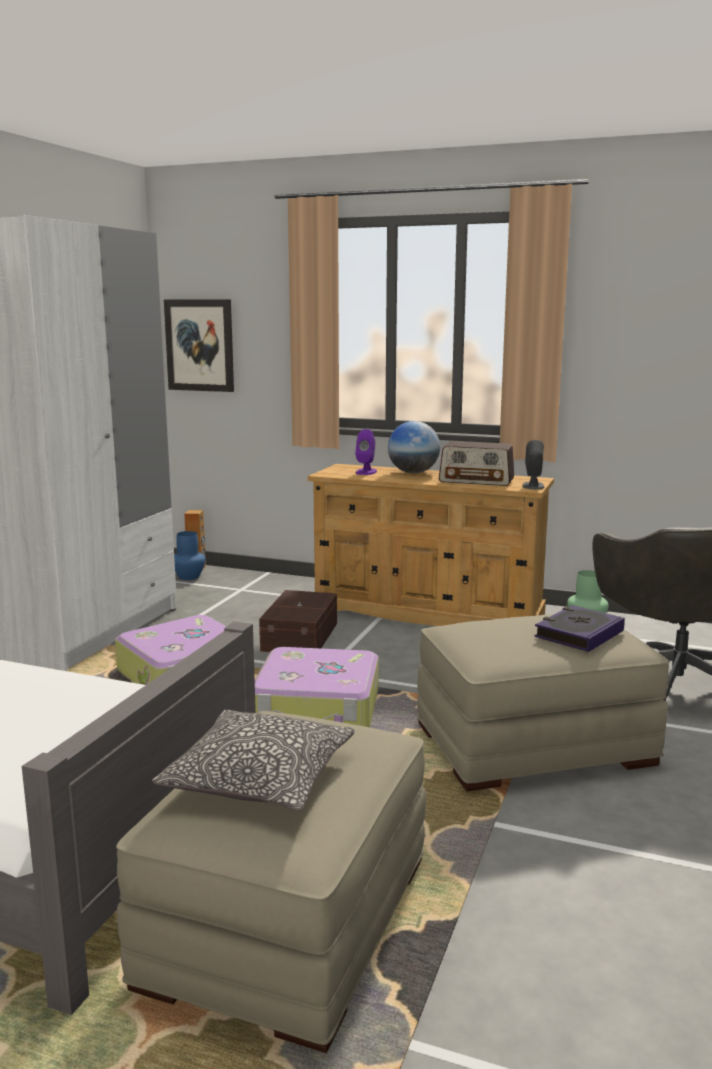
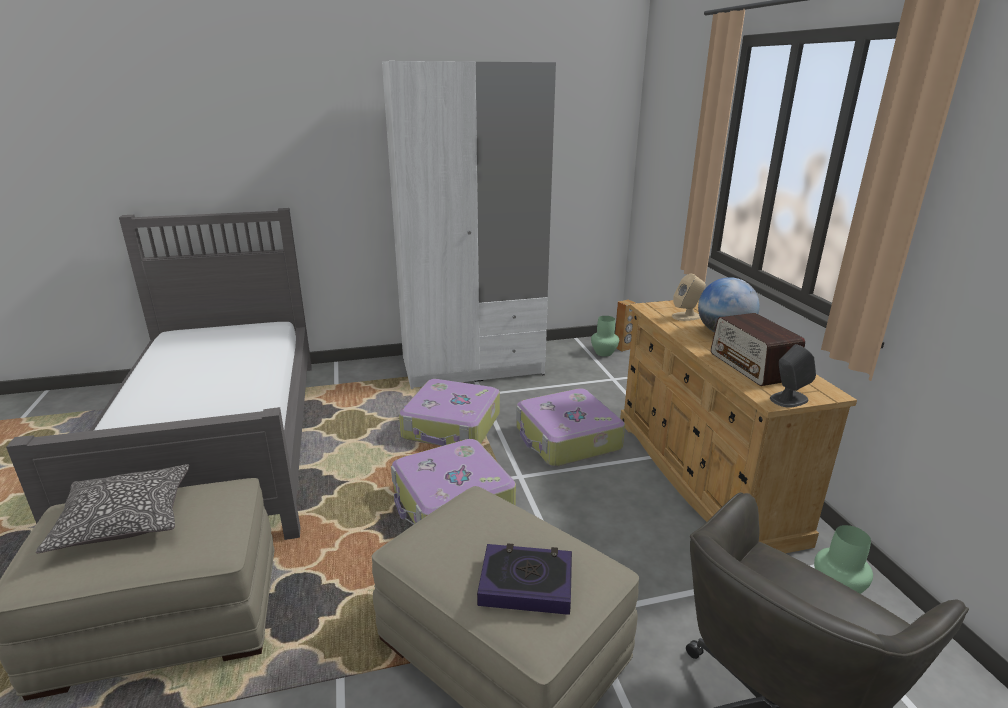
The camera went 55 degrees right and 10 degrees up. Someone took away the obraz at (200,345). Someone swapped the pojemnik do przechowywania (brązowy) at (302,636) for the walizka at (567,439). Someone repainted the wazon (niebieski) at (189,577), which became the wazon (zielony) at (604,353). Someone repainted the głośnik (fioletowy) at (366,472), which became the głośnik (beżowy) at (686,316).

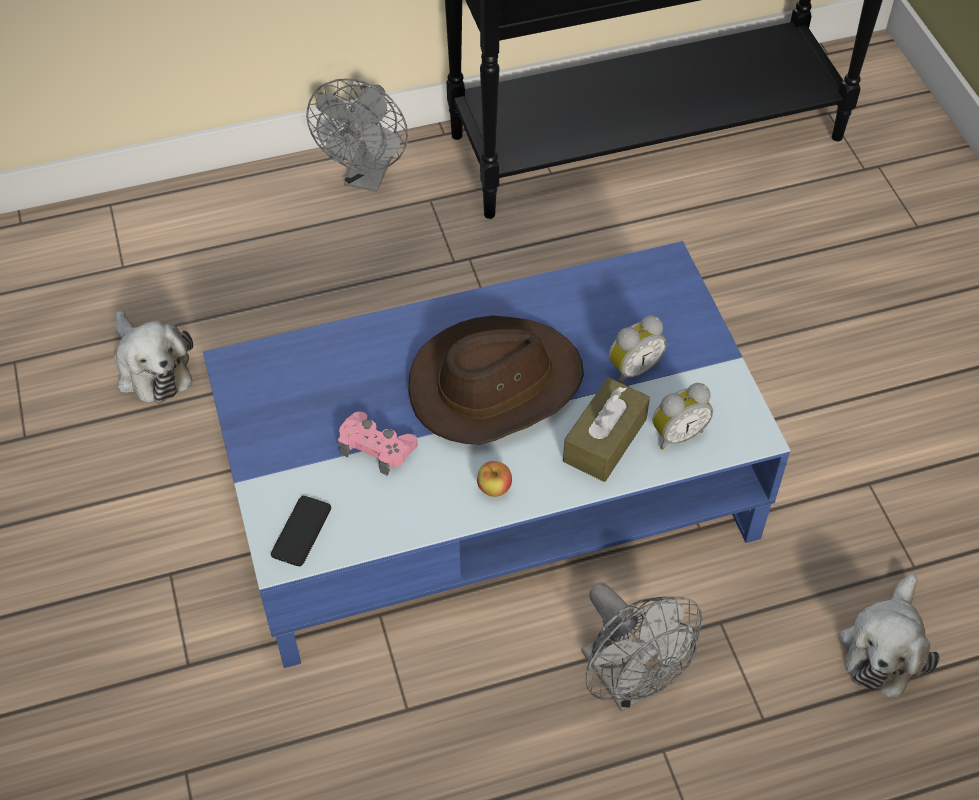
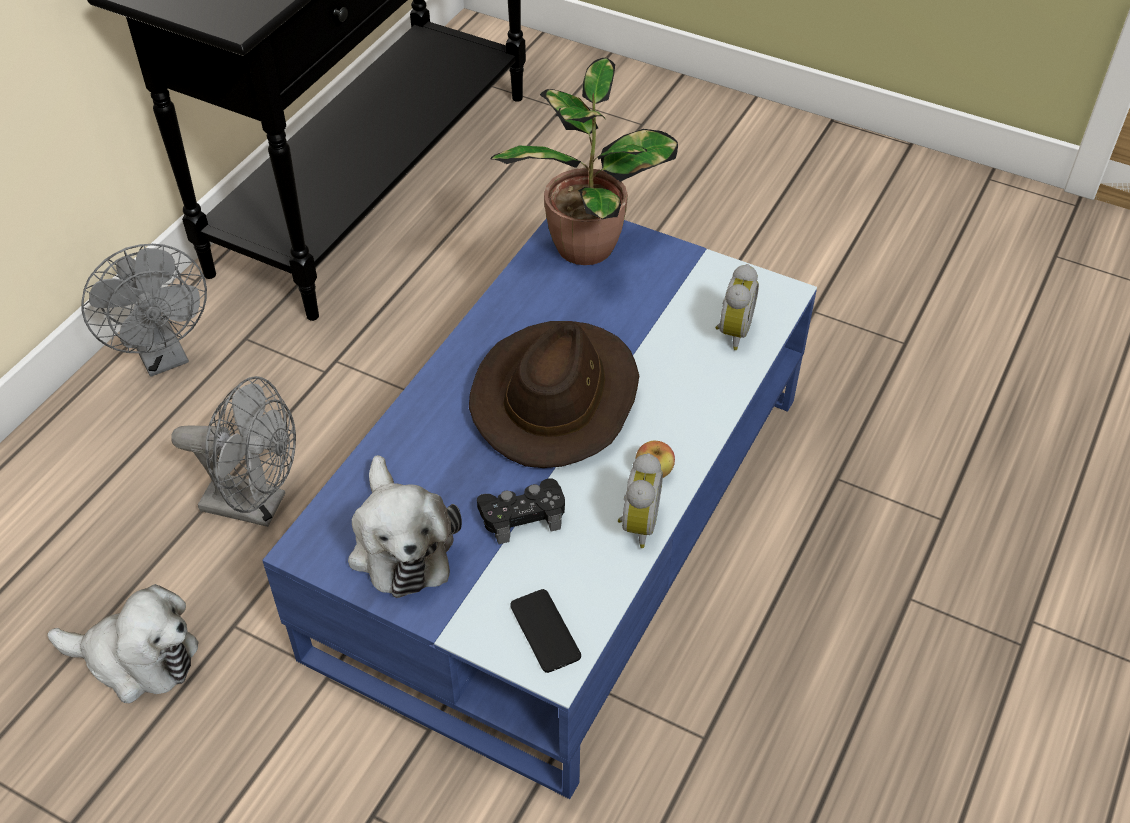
The camera went 45 degrees left and 5 degrees down. Someone took away the pudełko chusteczek (brązowy) at (605,440). Someone put down the roślina doniczkowa at (585,243). Someone carried the wentylator (szary) from (628,682) to (256,505). Someone carried the budzik from (632,368) to (636,524). Someone carried the pluszak from (884,647) to (400,543). Someone repainted the pad do gier (różowy) at (376,447), which became the pad do gier (czarny) at (522,515).

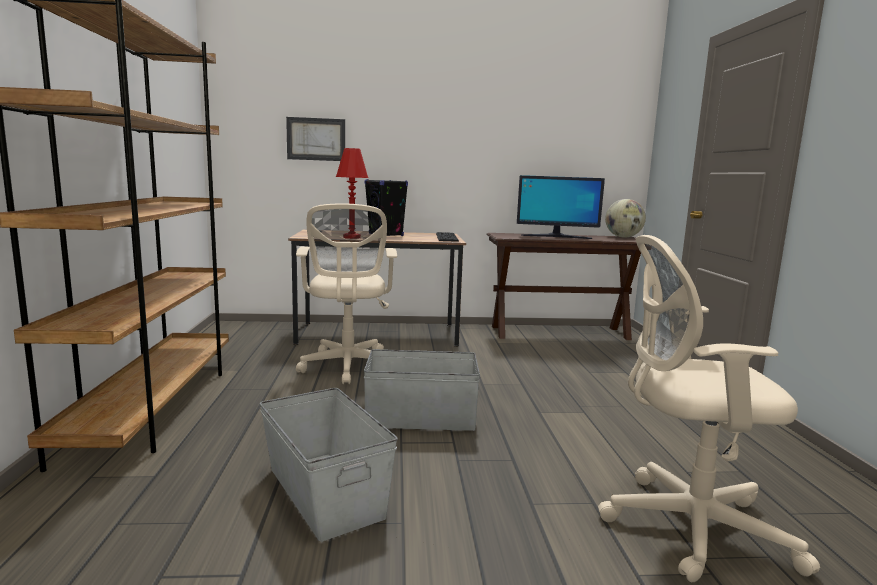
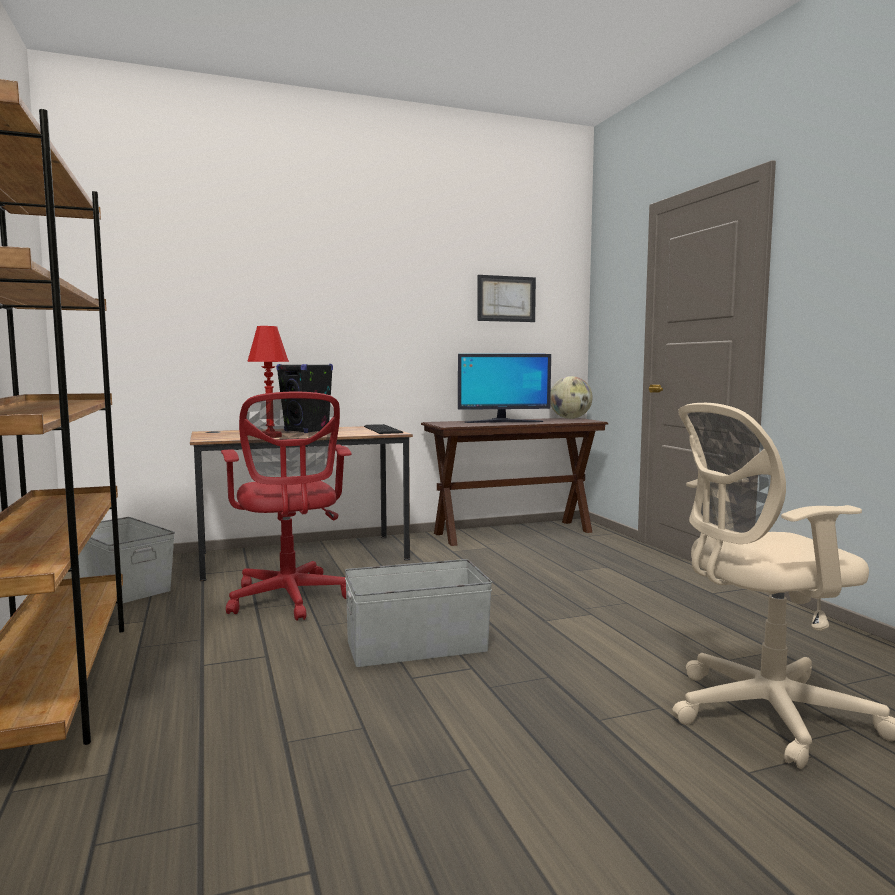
The camera went 15 degrees left and 5 degrees down. Someone carried the pojemnik do przechowywania (szary) from (325,491) to (123,585). Someone carried the obraz from (316,139) to (506,299). Someone repainted the krzesło biurowe (beżowy) at (348,367), which became the krzesło biurowe (czerwony) at (290,600).

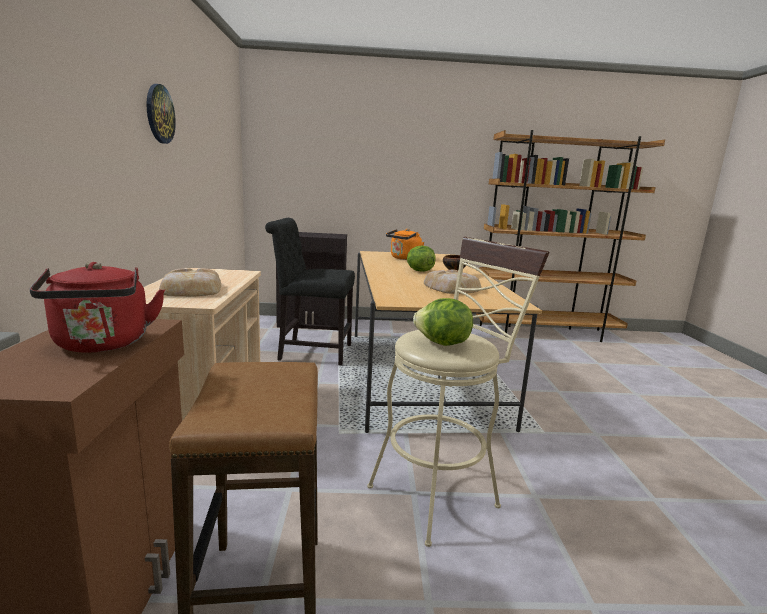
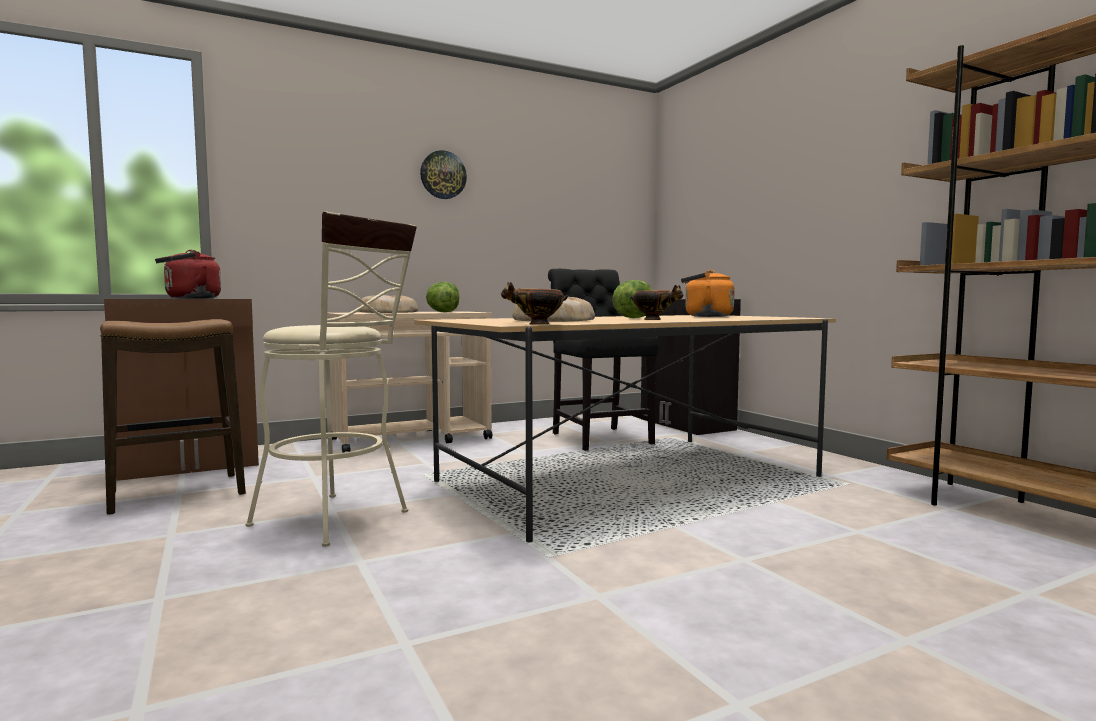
The camera went 65 degrees right and 10 degrees down. Someone put down the miska at (537,324). Someone carried the sałata from (442,344) to (443,312).

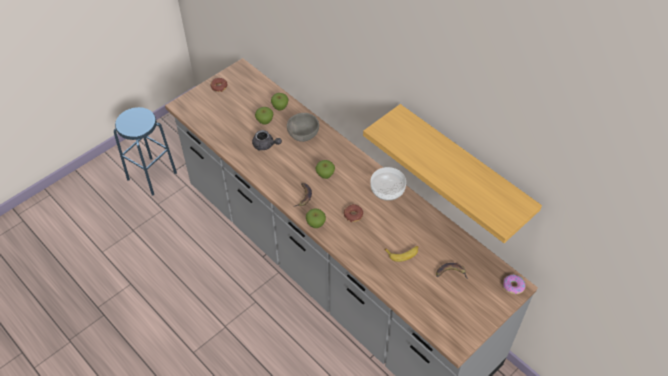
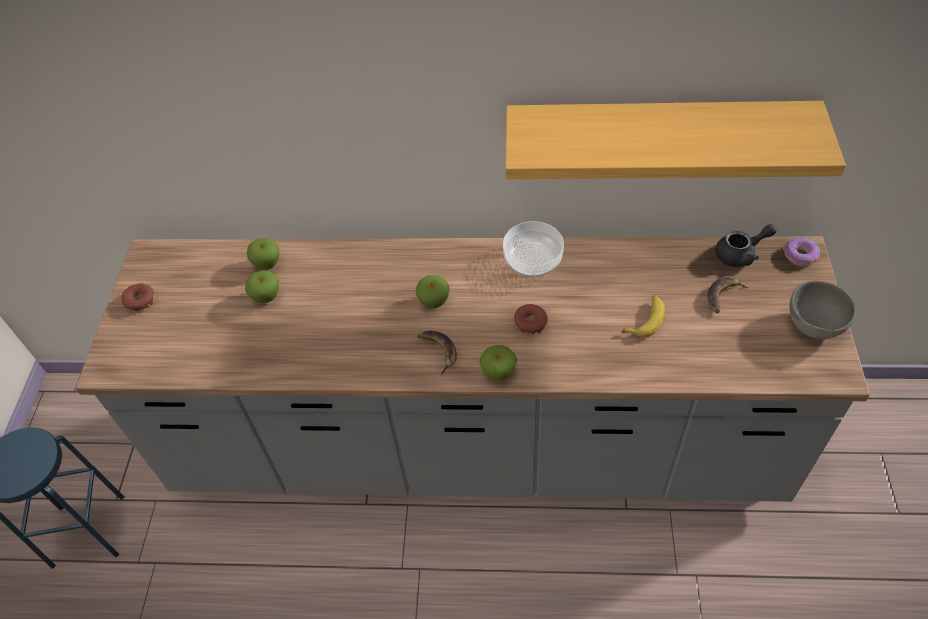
The camera went 40 degrees left and 0 degrees up. Someone carried the imbryk (szary) from (265,145) to (740,254). Someone carried the miska (szary) from (302,135) to (813,325).

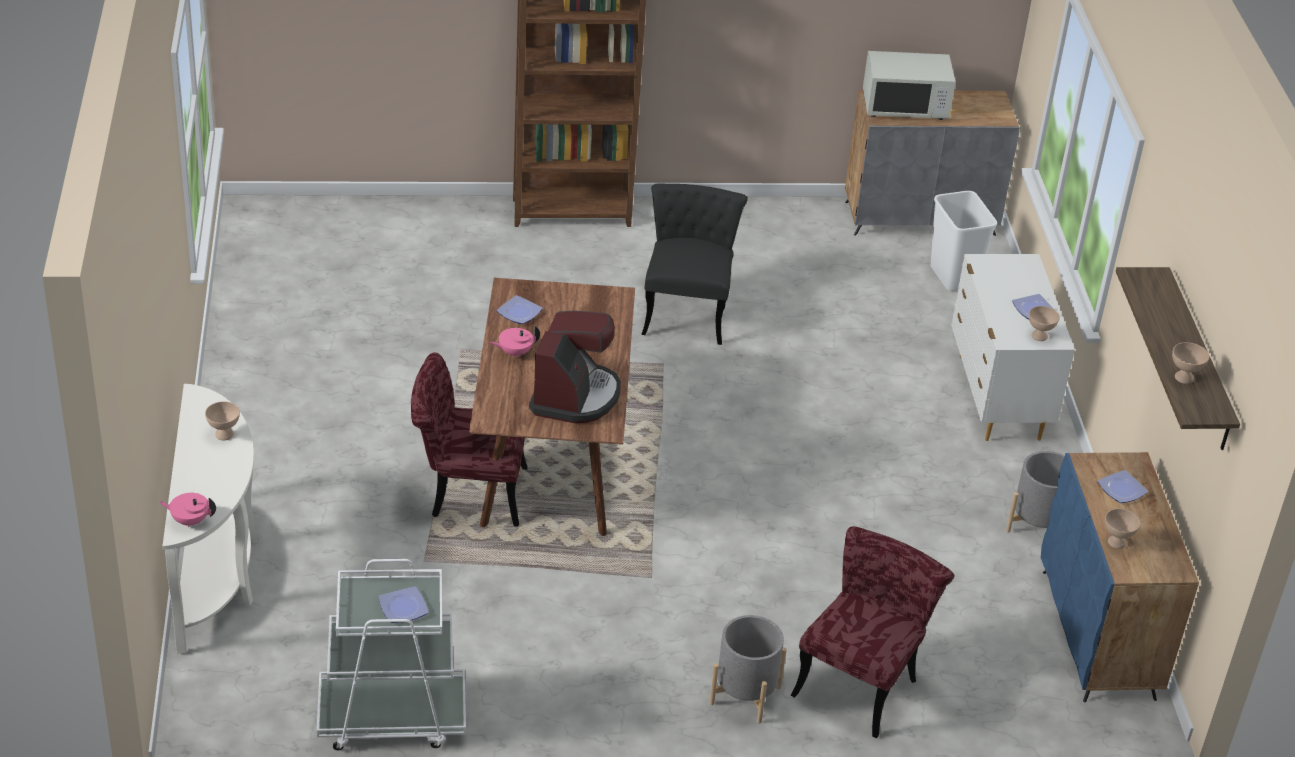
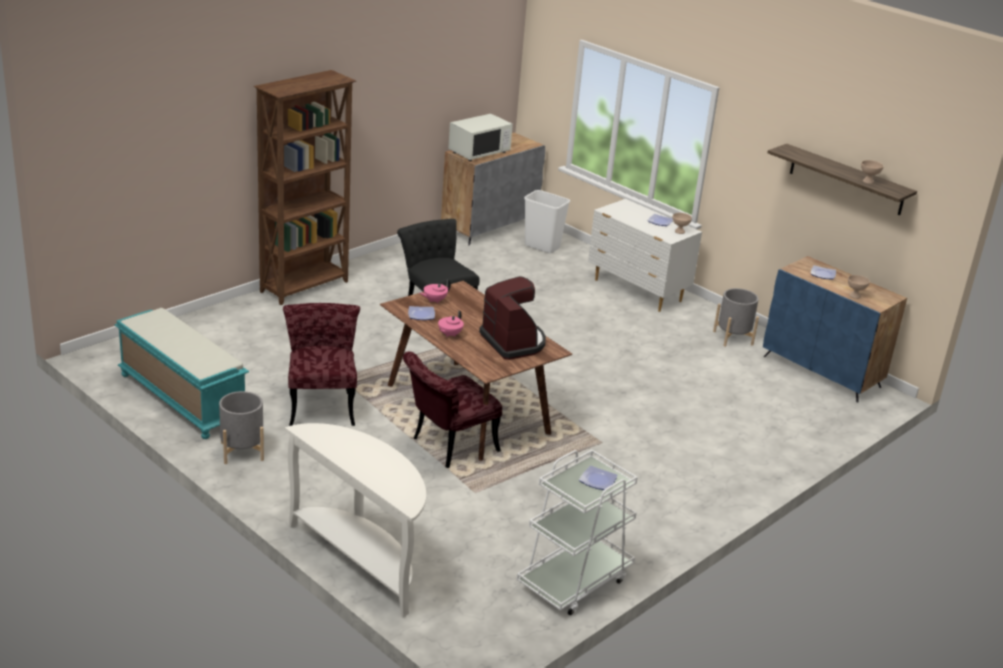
The camera went 40 degrees left and 10 degrees down. Someone took away the miska (beżowy) at (224,434). Someone put down the ławka (turkusowy) at (181,398). Someone carried the imbryk (różowy) from (190,520) to (434,300). Someone carried the donica (szary) from (745,695) to (242,451). Someone carried the krzesło (czerwony) from (862,680) to (321,404).

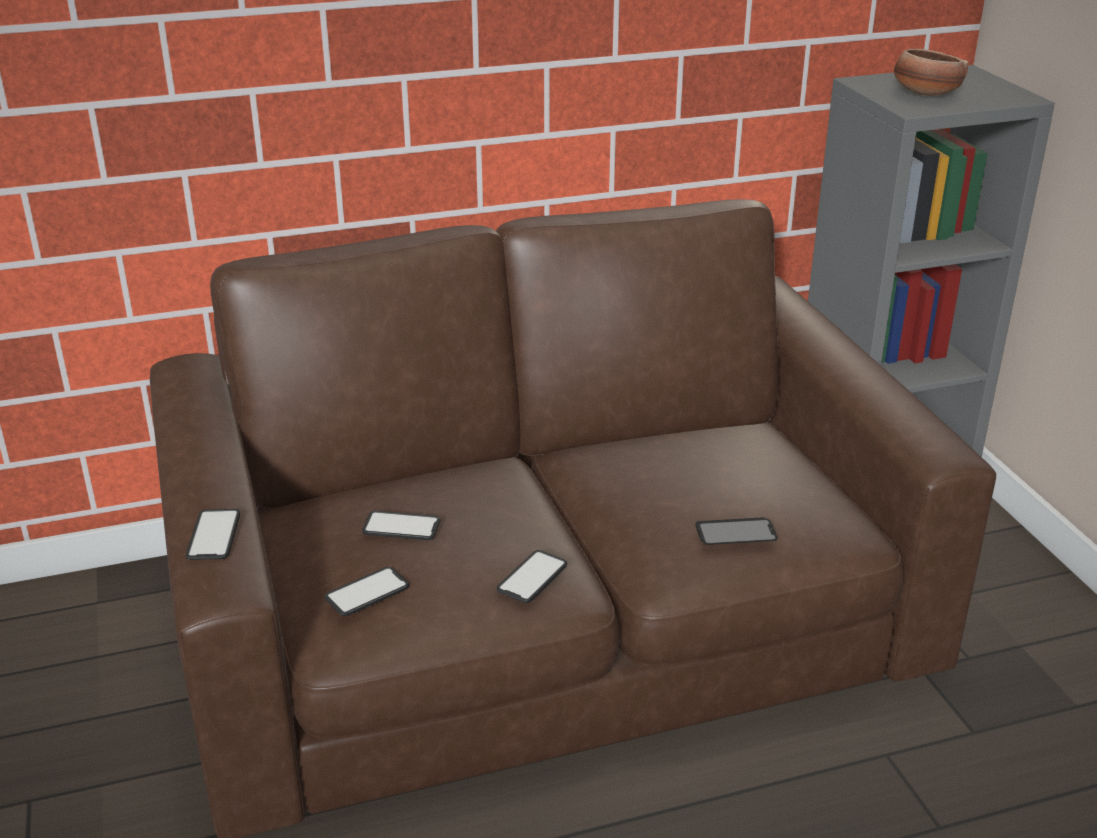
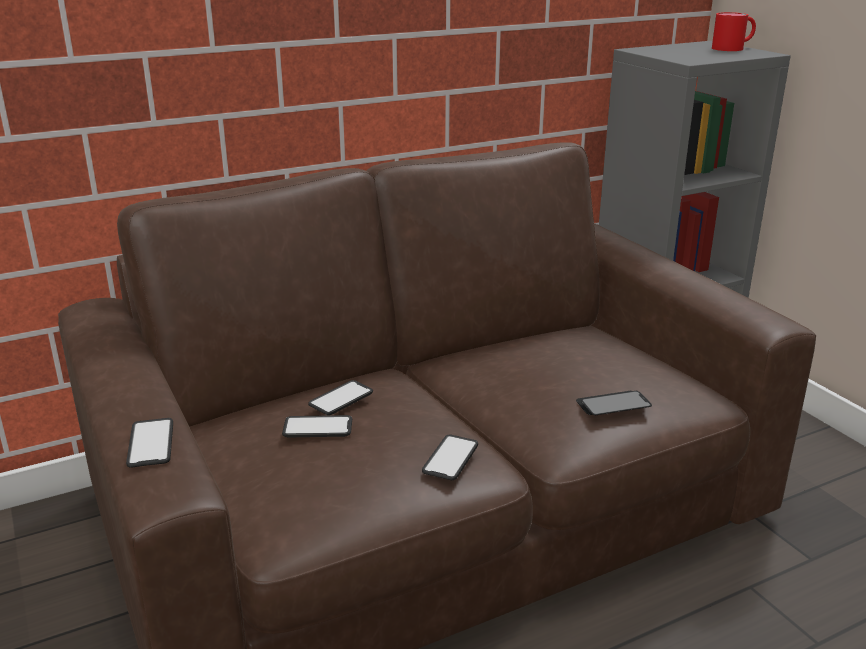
The camera went 10 degrees left and 5 degrees down. Someone took away the miska at (924,94). Someone put down the kubek (czerwony) at (733,48). Someone carried the telefon from (367,592) to (341,398).

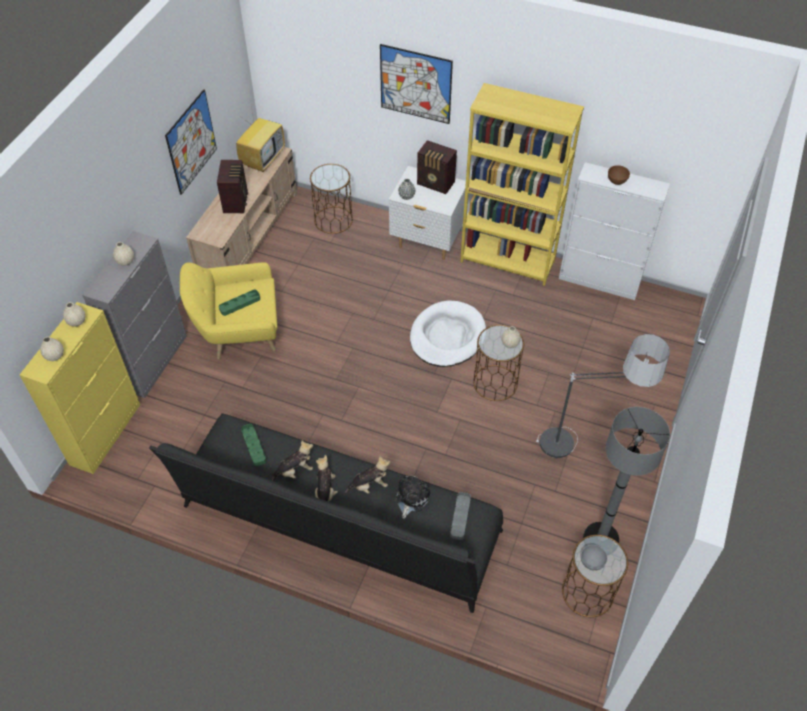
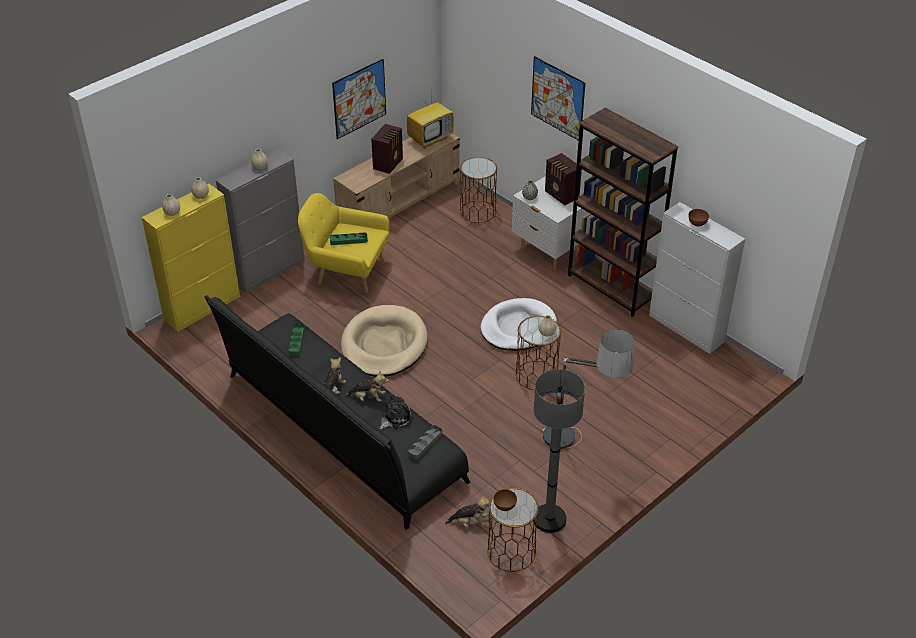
The camera went 25 degrees right and 10 degrees down. Someone put down the legowisko (beżowy) at (384,345). Someone carried the pluszak from (295,471) to (470,522). Someone repainted the regał (żółty) at (507,261), which became the regał (brązowy) at (611,288). Someone repainted the miska (szary) at (592,562), which became the miska (brązowy) at (505,506).

